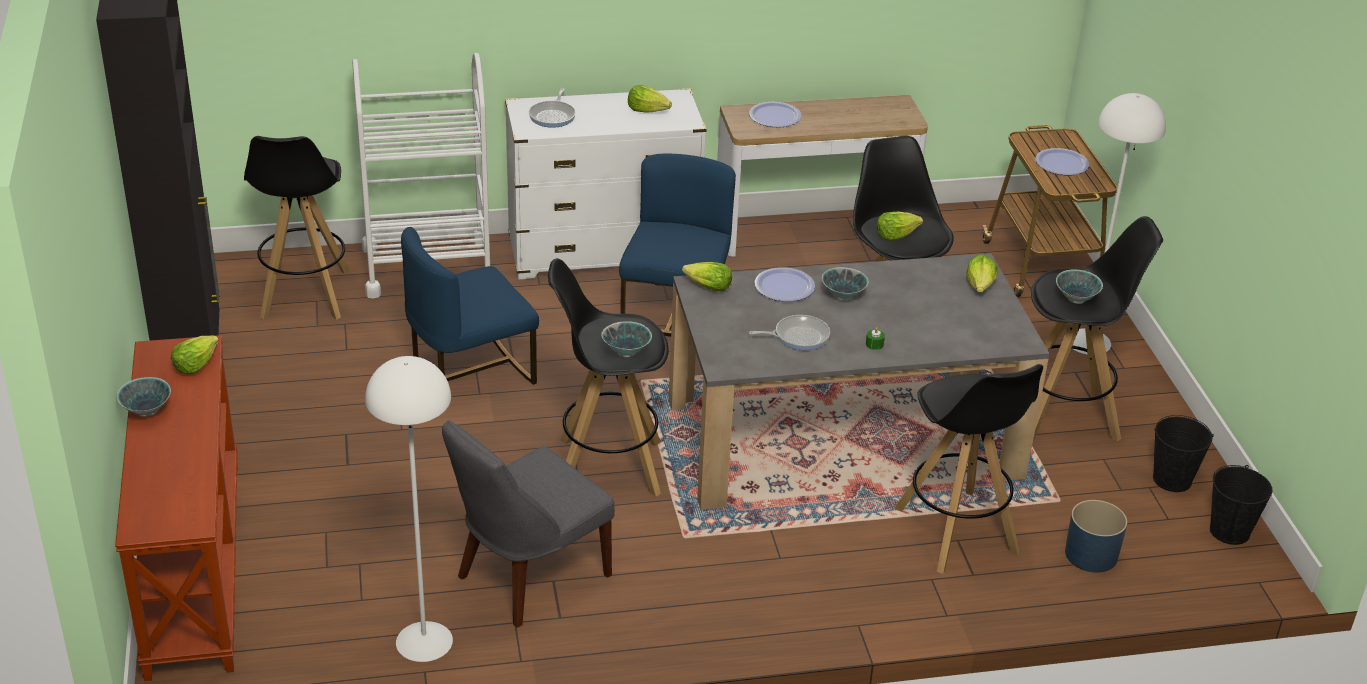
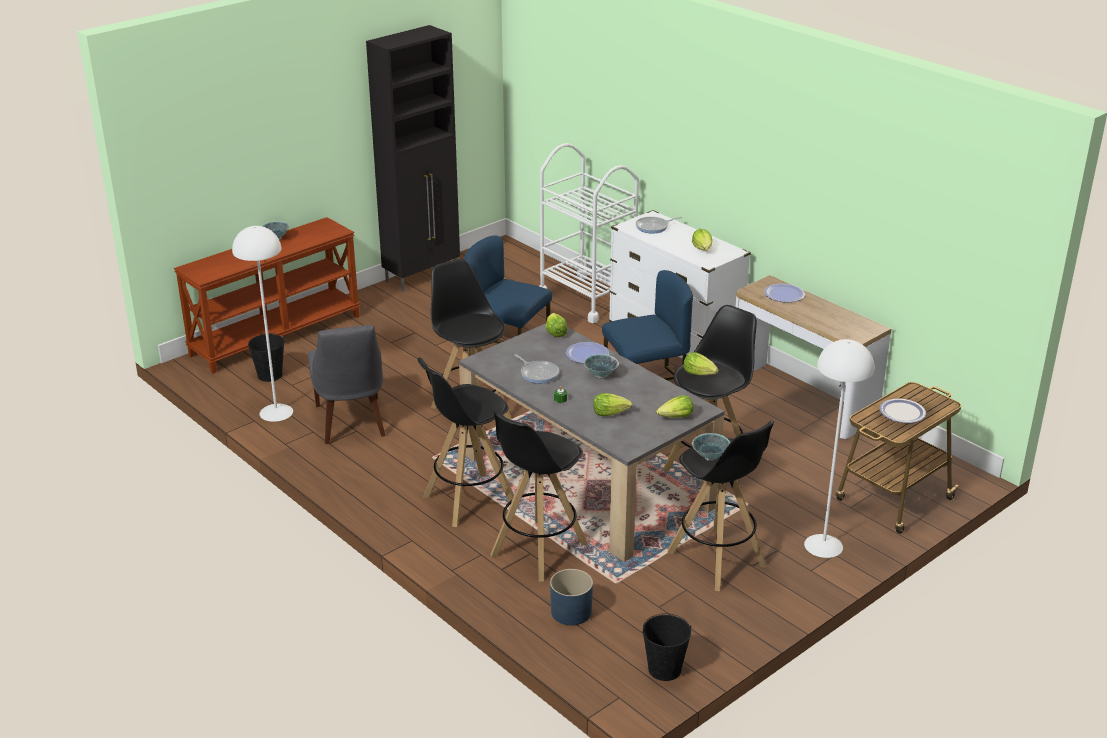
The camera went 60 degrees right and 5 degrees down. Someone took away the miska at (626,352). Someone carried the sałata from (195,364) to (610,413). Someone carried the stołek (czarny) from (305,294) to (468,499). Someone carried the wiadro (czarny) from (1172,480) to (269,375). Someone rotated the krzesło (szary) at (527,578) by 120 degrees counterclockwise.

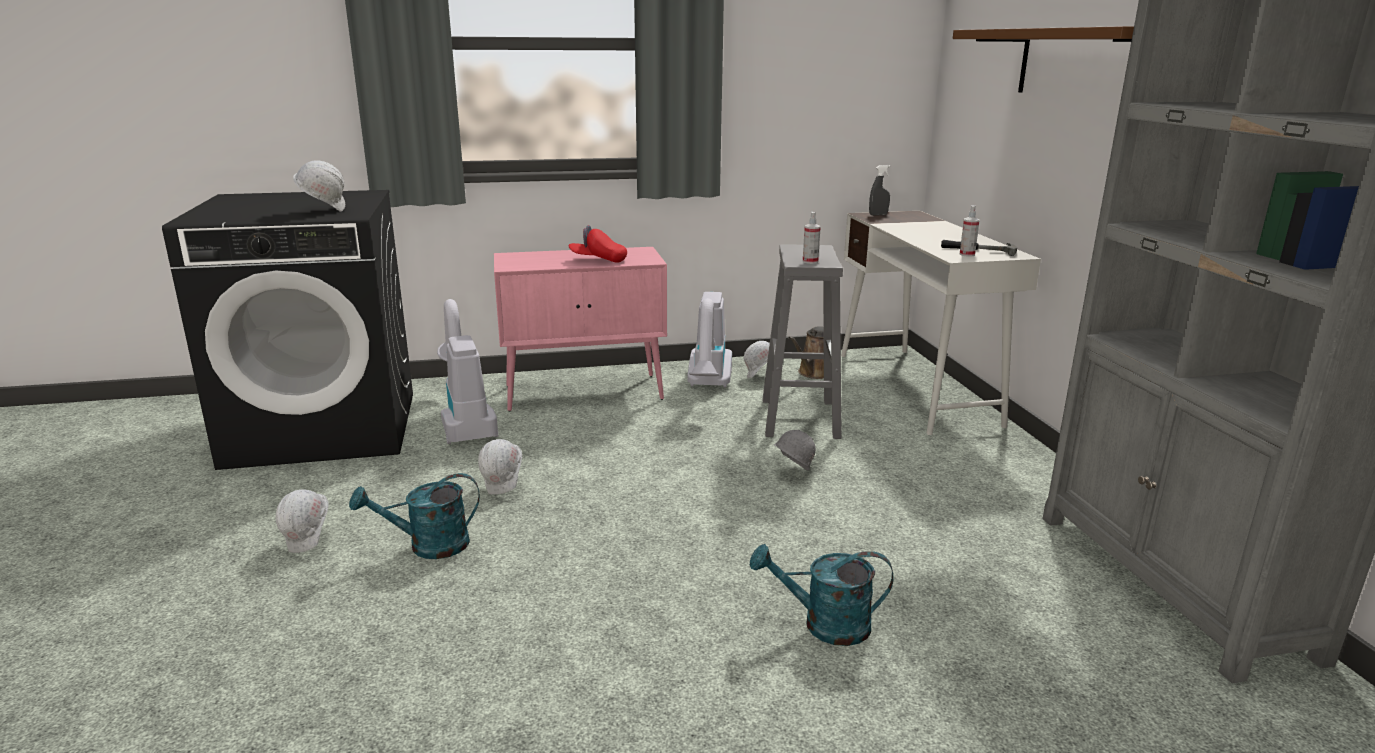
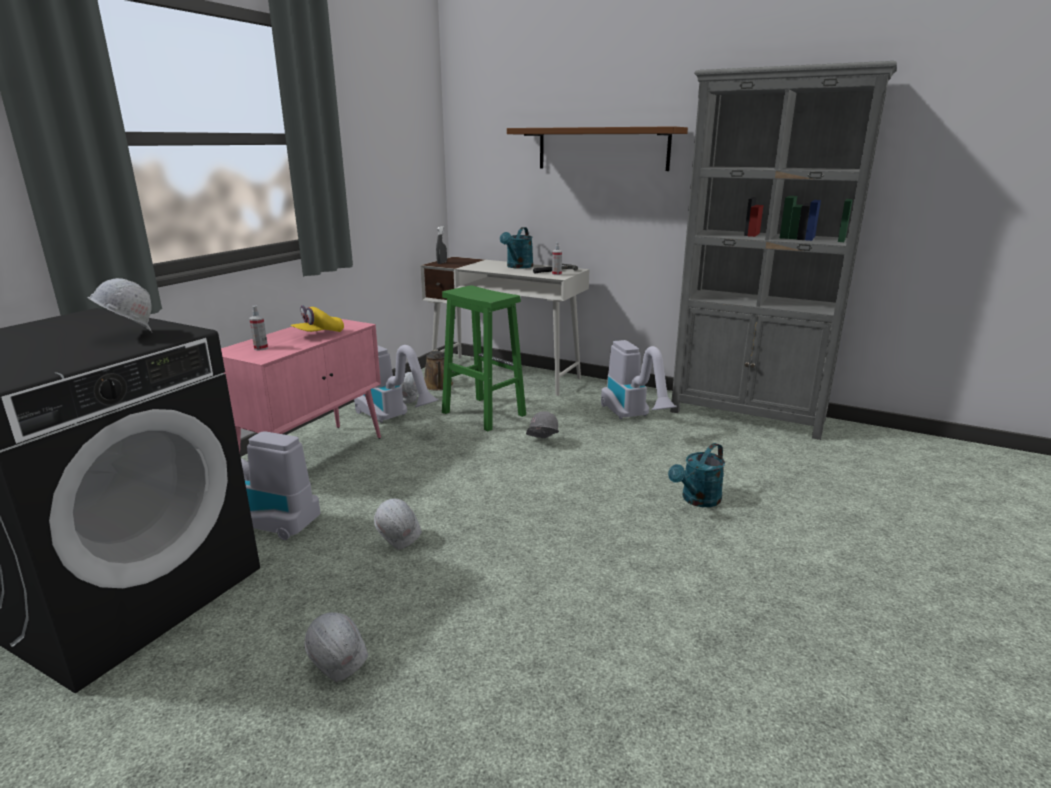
The camera went 50 degrees left and 0 degrees up. Someone put down the odkurzacz at (633,417). Someone carried the konewka (turkusowy) from (428,546) to (518,267). Someone carried the spryskiwacz from (810,261) to (261,348). Someone repainted the czapka z daszkiem (czerwony) at (598,260), which became the czapka z daszkiem (żółty) at (318,334). Someone repainted the stołek (szary) at (799,417), which became the stołek (zielony) at (482,413).

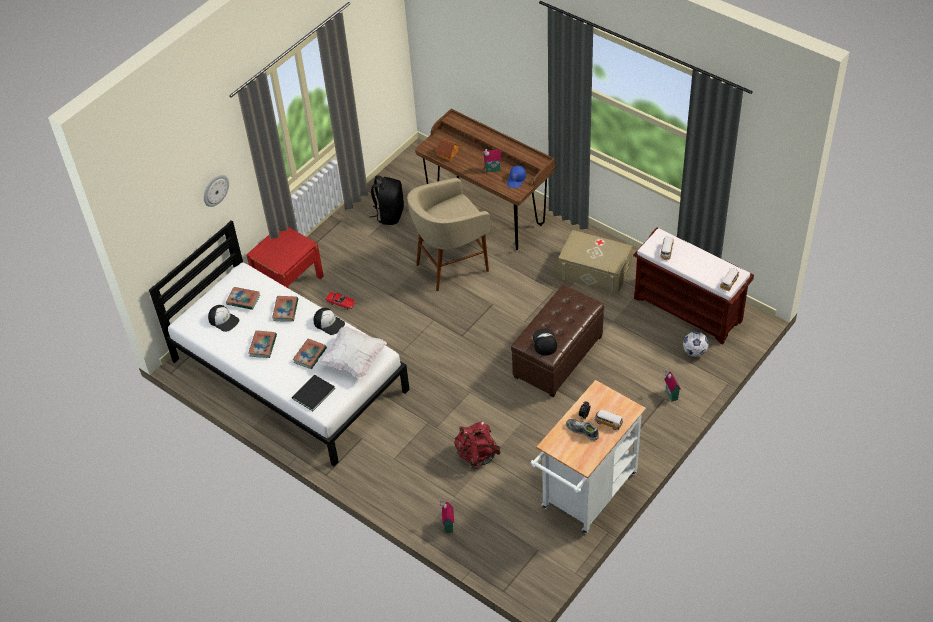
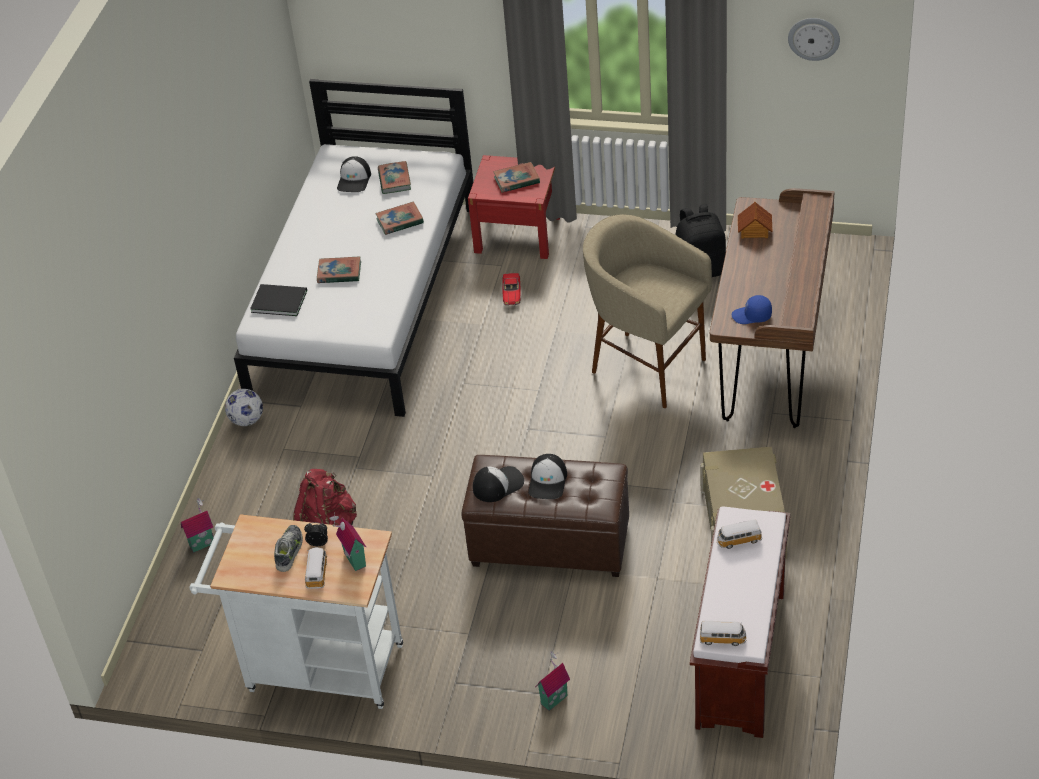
The camera went 65 degrees right and 5 degrees down. Someone took away the poduszka (biały) at (354,360). Someone carried the zegar ścienny from (215,190) to (814,38). Someone carried the książka from (263,346) to (516,180). Someone carried the czapka z daszkiem from (329,323) to (548,481). Someone carried the domek from (492,170) to (353,560). Someone carried the piłka futbolowa from (694,352) to (246,420).

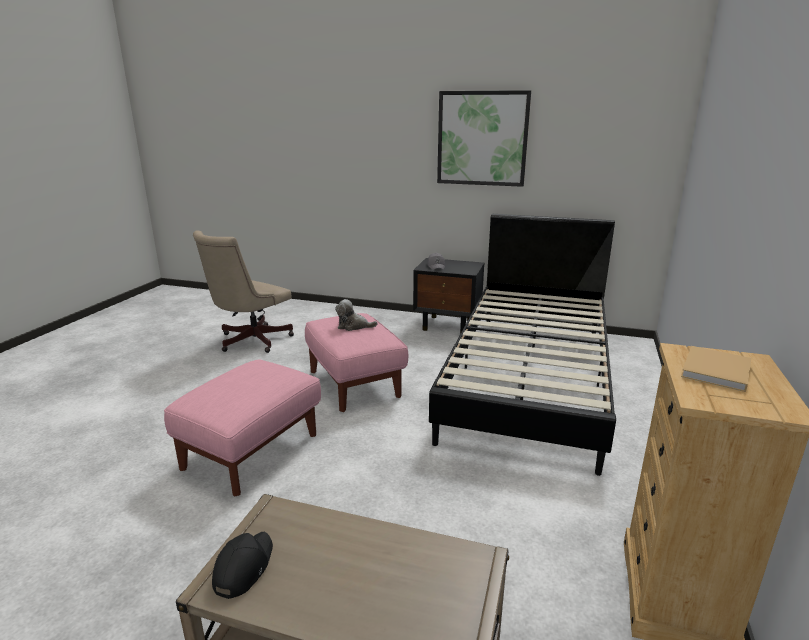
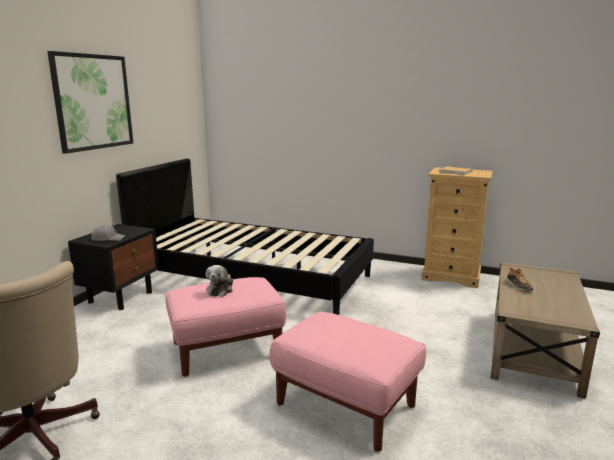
The camera went 85 degrees left and 5 degrees down. Someone took away the czapka z daszkiem (czarny) at (243,568). Someone put down the but at (518,286).

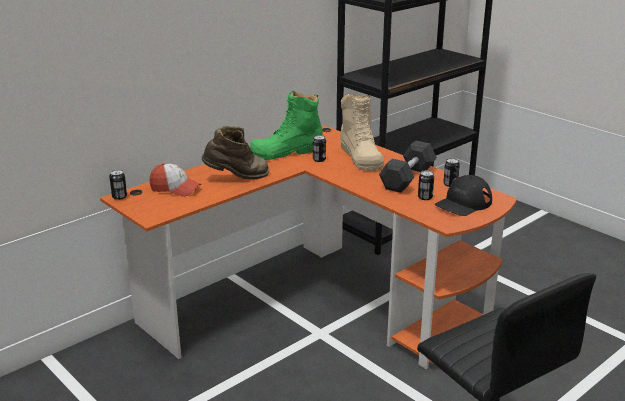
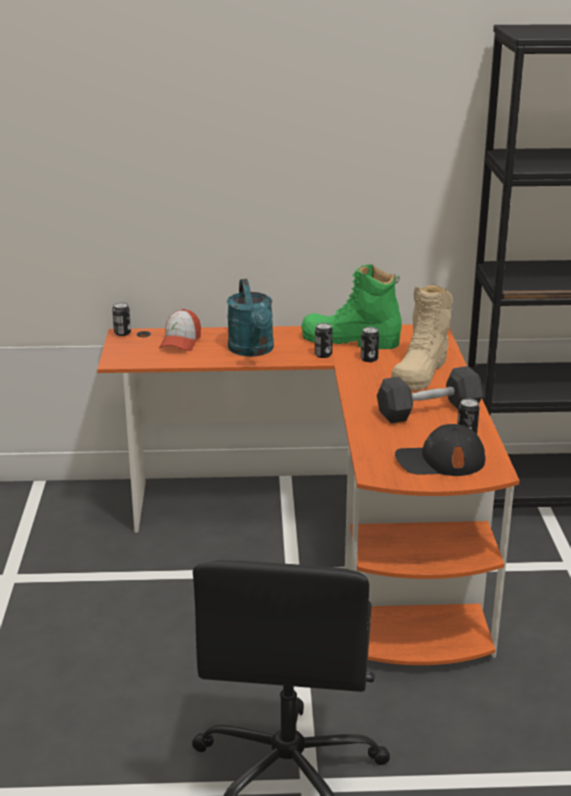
The camera went 40 degrees right and 0 degrees up. Someone carried the puszka from (425,197) to (323,355). Someone swapped the but z cholewką (brązowy) at (237,178) for the konewka (turkusowy) at (253,350). Someone rotated the czapka z daszkiem at (175,189) by 45 degrees clockwise.

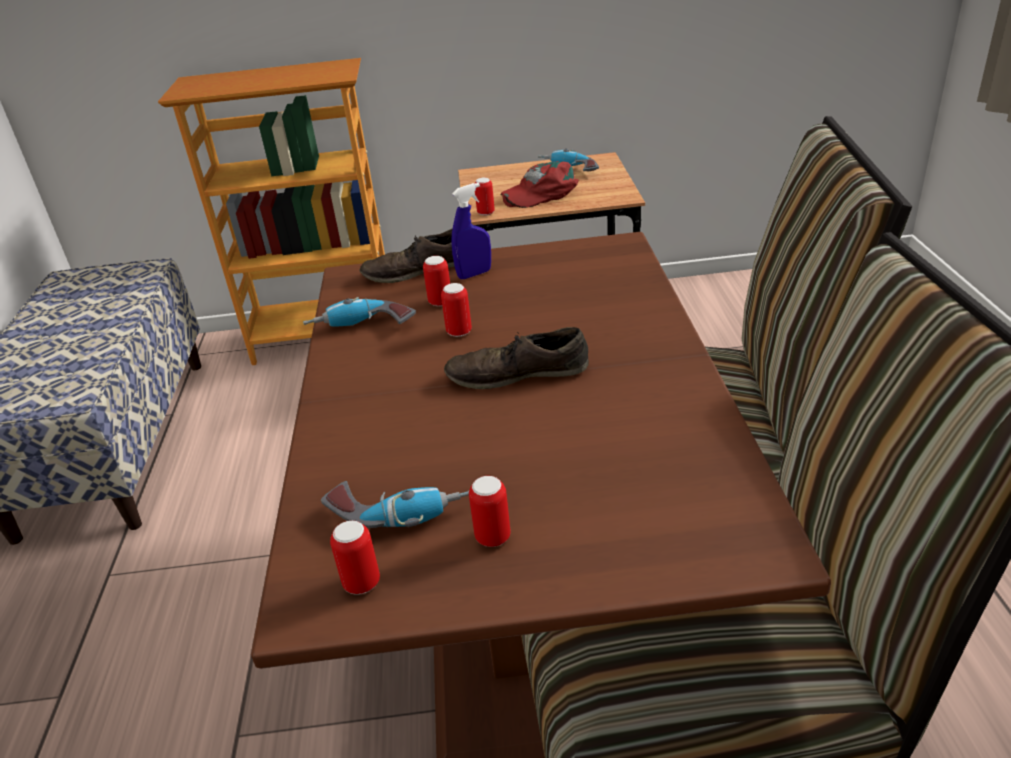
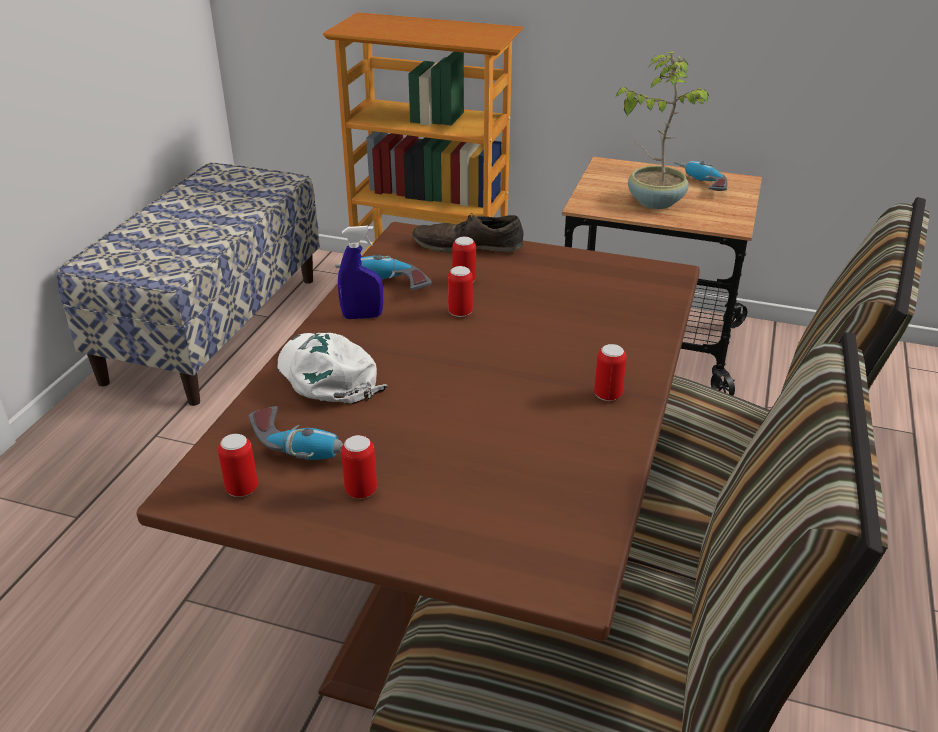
The camera went 20 degrees right and 0 degrees up. Someone took away the but (brązowy) at (517,373). Someone put down the czapka z daszkiem (biały) at (327,375). Someone carried the spryskiwacz (niebieski) from (474,274) to (362,316). Someone carried the puszka from (486,213) to (607,395). Someone swapped the czapka z daszkiem (czerwony) at (541,193) for the roślina doniczkowa at (654,201).

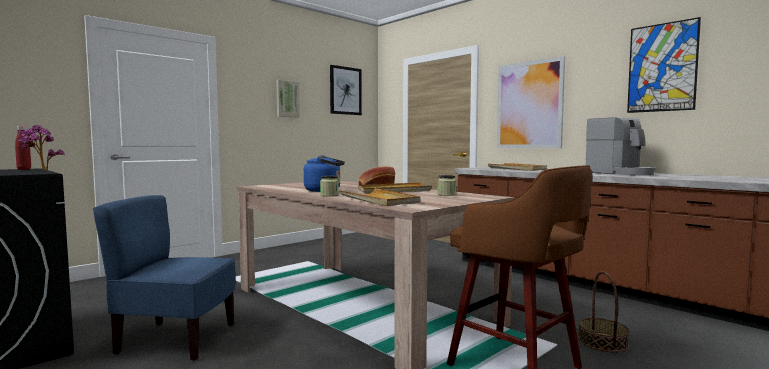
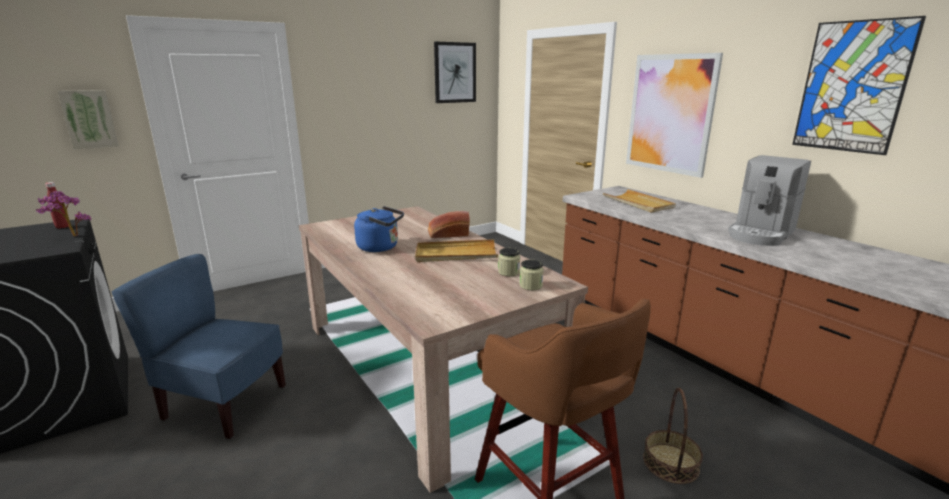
The camera went 10 degrees right and 15 degrees up. Someone took away the taca (beżowy) at (379,200). Someone carried the obraz from (287,99) to (89,119). Someone carried the słoik from (329,195) to (531,286). Someone rotated the ekspres do kawy at (620,173) by 60 degrees clockwise.

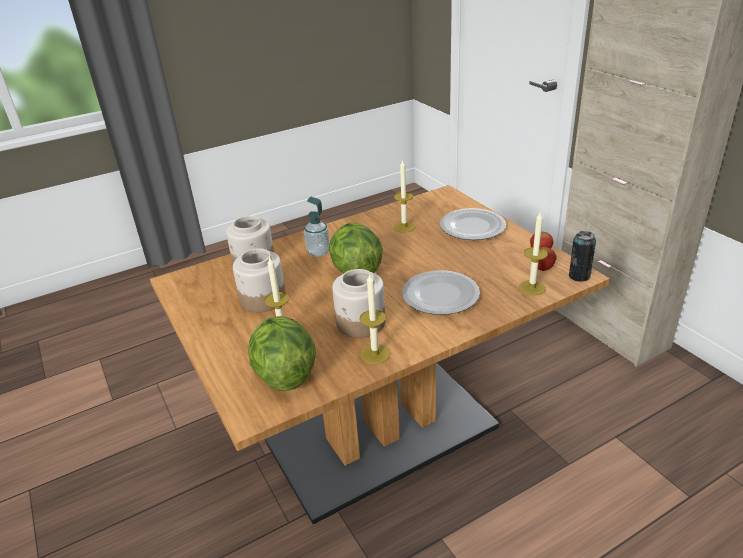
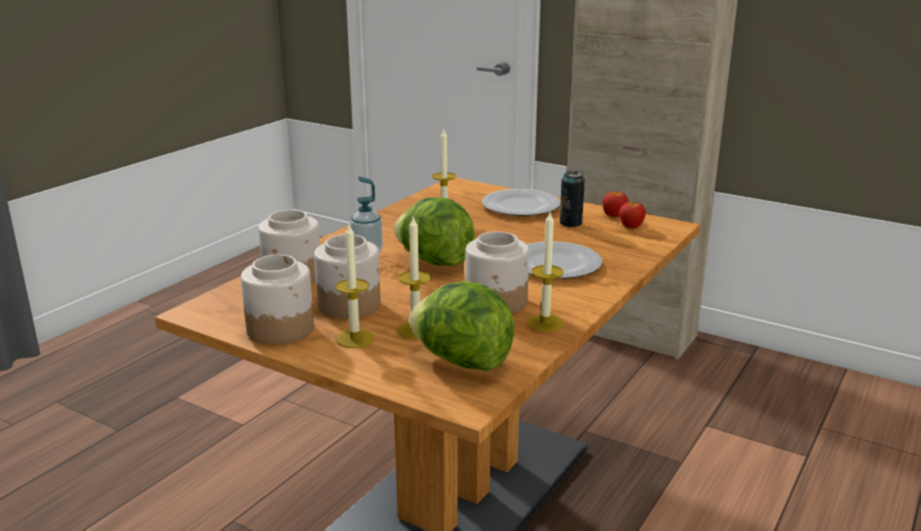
The camera went 30 degrees left and 10 degrees down. Someone put down the słoik at (280,329). Someone carried the świeca from (532,287) to (355,338). Someone carried the puszka from (579,276) to (570,223).

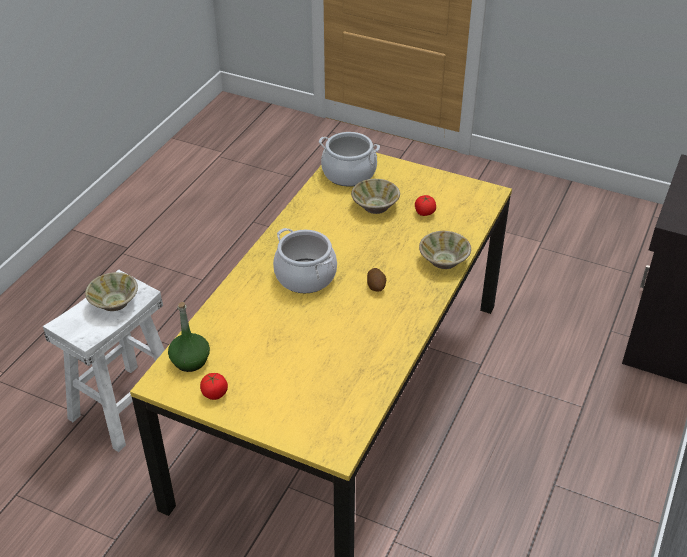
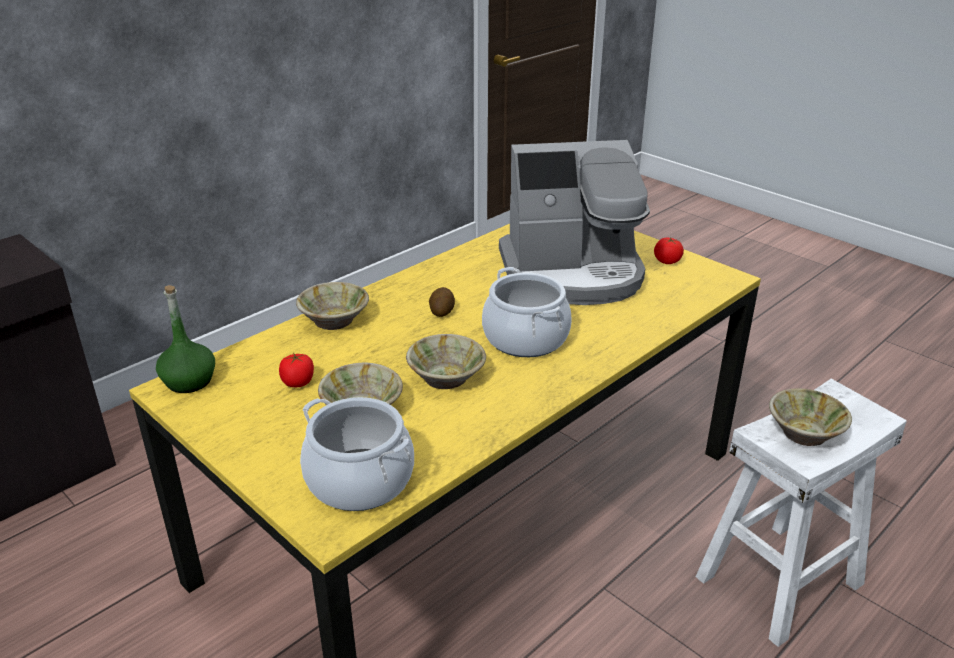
The camera went 160 degrees left and 10 degrees down. Someone put down the miska (beżowy) at (447,377). Someone put down the ekspres do kawy at (573,273). Someone carried the butelka (zielony) from (190,361) to (189,381).

